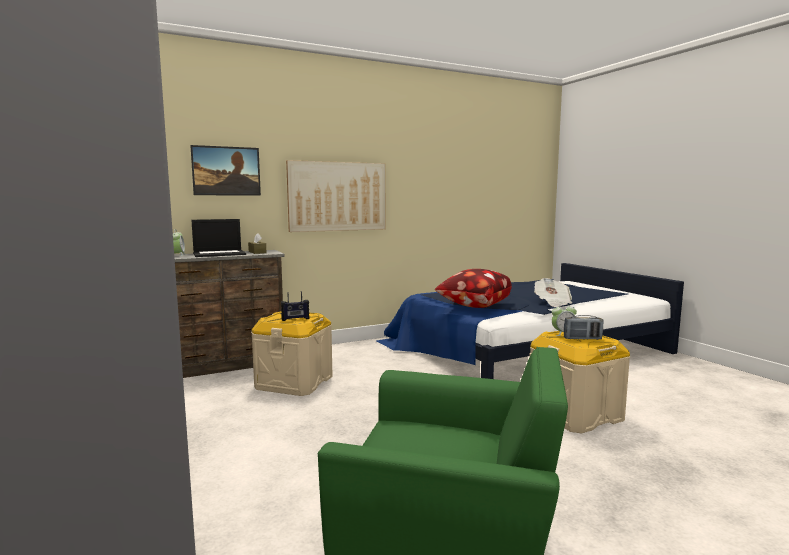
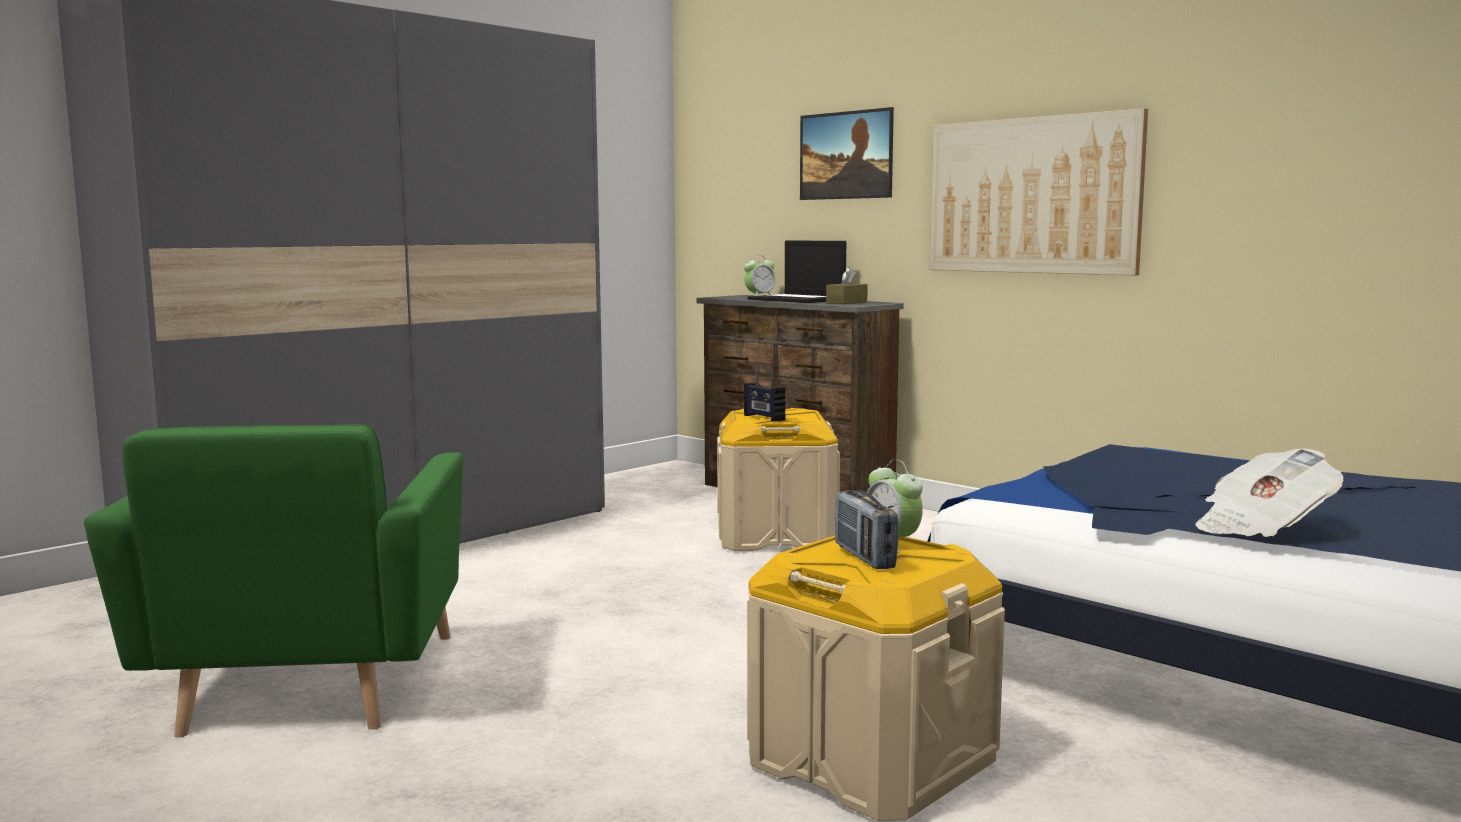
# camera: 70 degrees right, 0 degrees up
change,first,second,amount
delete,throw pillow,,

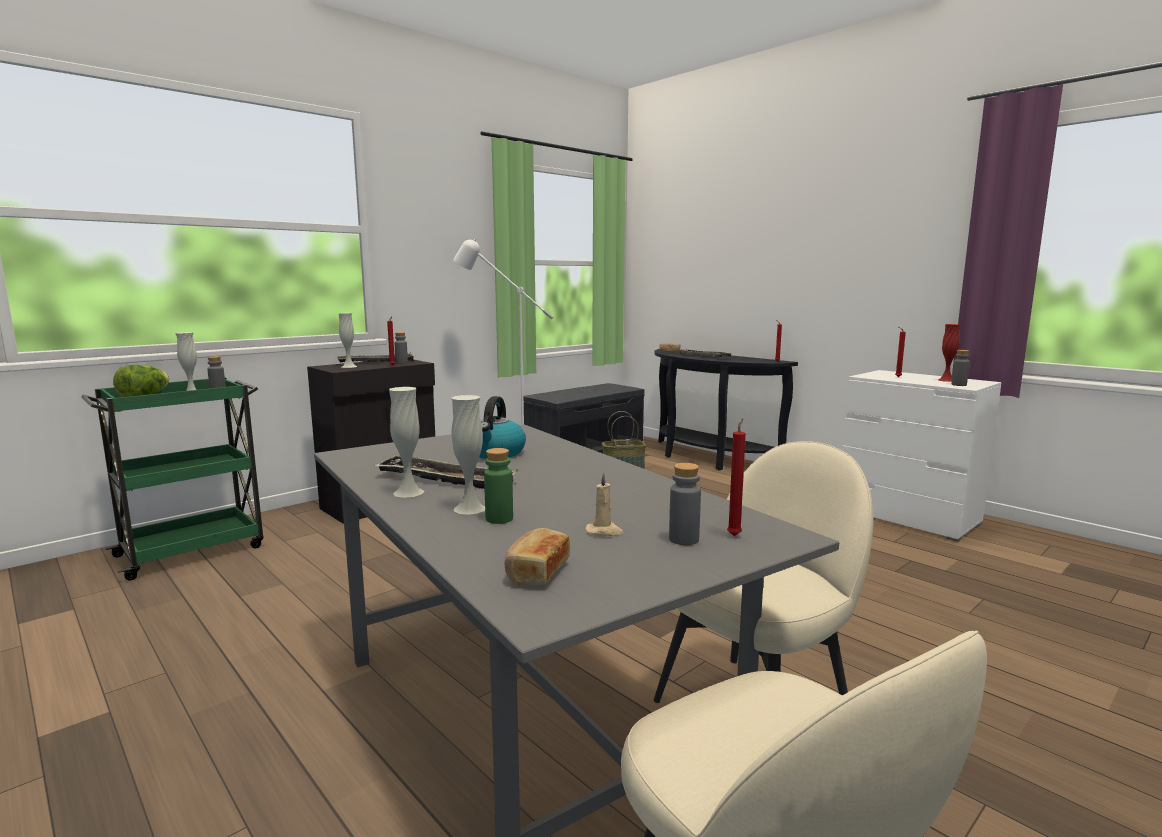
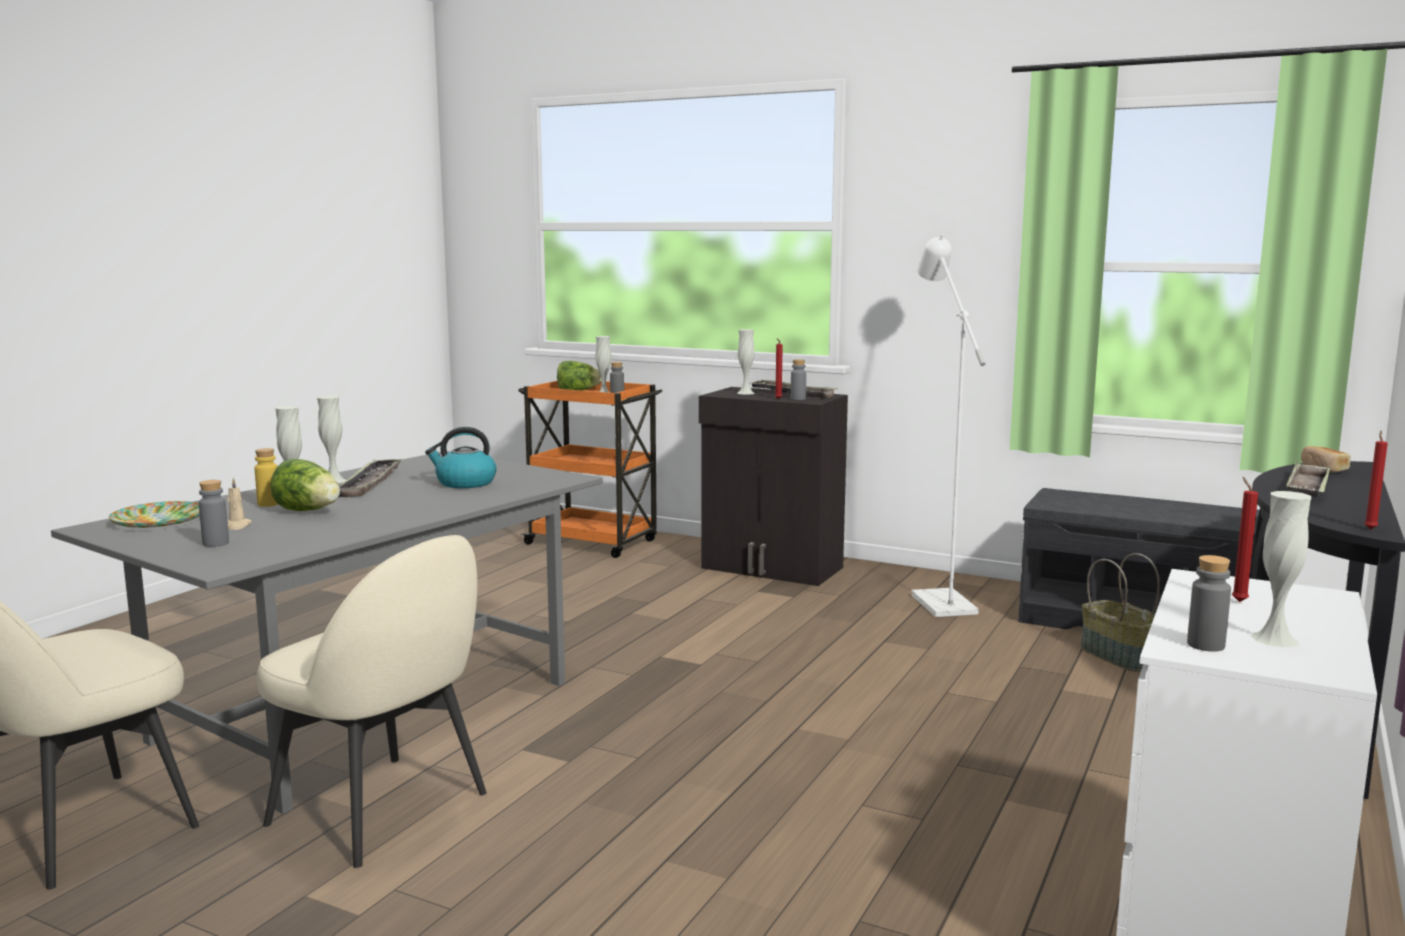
# camera: 70 degrees right, 0 degrees up
change,first,second,amount
replace,baked bread (1st from left),plate,
recolor,green-coloured drink bottle,yellowish drink bottle,
insert,,lettuce (1st from left),
recolor,green-coloured wheeled cart,orange wheeled cart,
recolor,red-coloured decorative vase,white decorative vase (5th from left),
delete,red-coloured candle (2nd from left),,

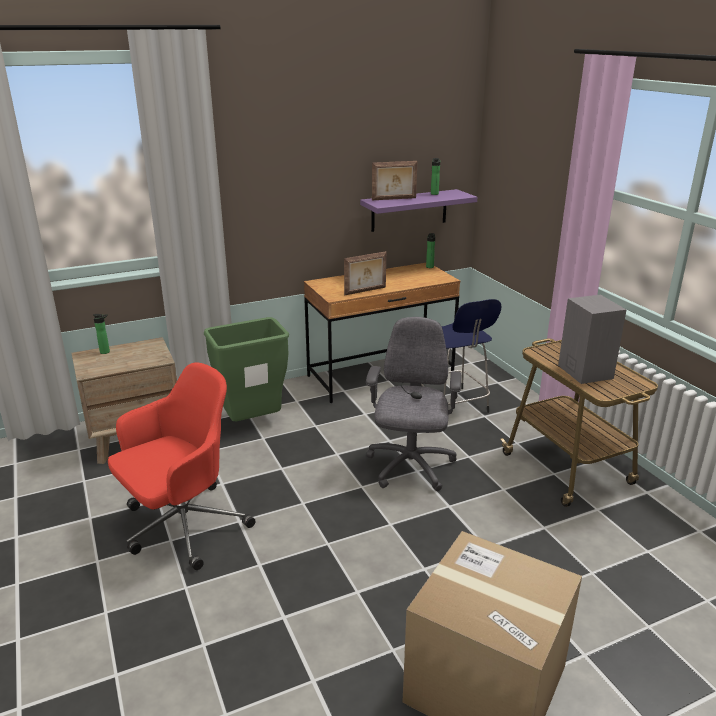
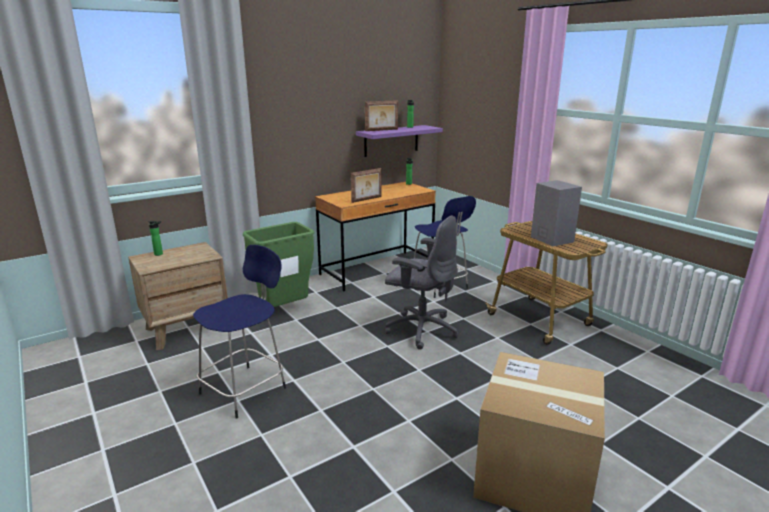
# camera: 10 degrees left, 5 degrees down
change,first,second,amount
replace,red-coloured office chair,blue-coloured sitting stool (1st from left),
rotate,gray office chair,,120 degrees clockwise

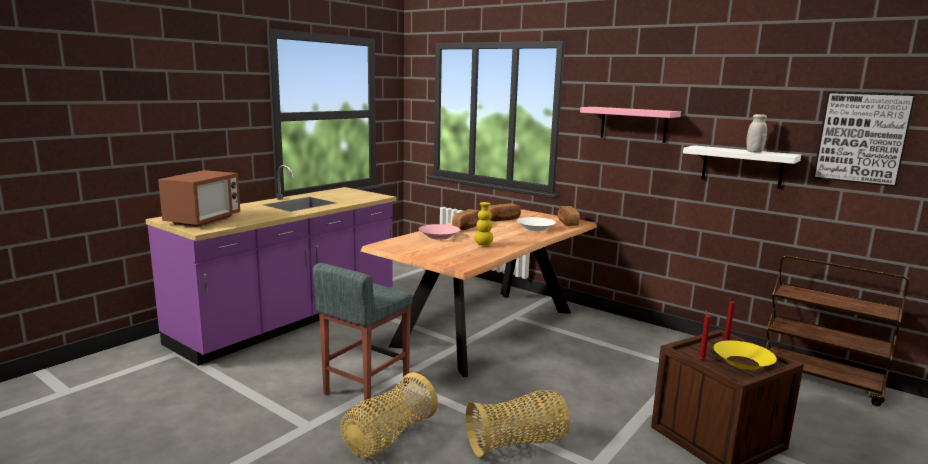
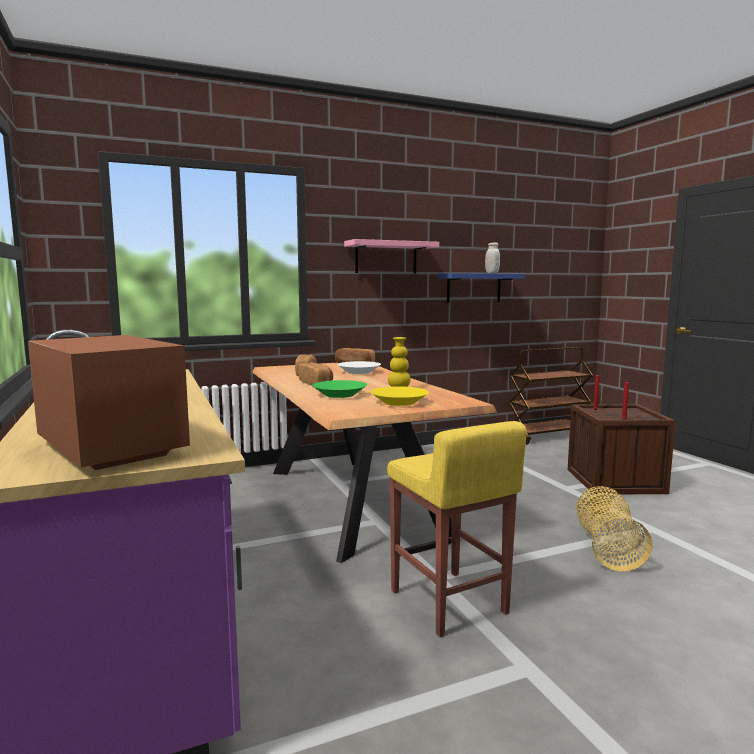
# camera: 60 degrees left, 5 degrees down
change,first,second,amount
recolor,pink serving bowl,green-coloured serving bowl,
move,yellowish serving bowl,,
recolor,gray sitting stool,yellowish sitting stool,
recolor,white shelf,blue-coloured shelf,
delete,basket (1st from left),,
delete,wall art,,

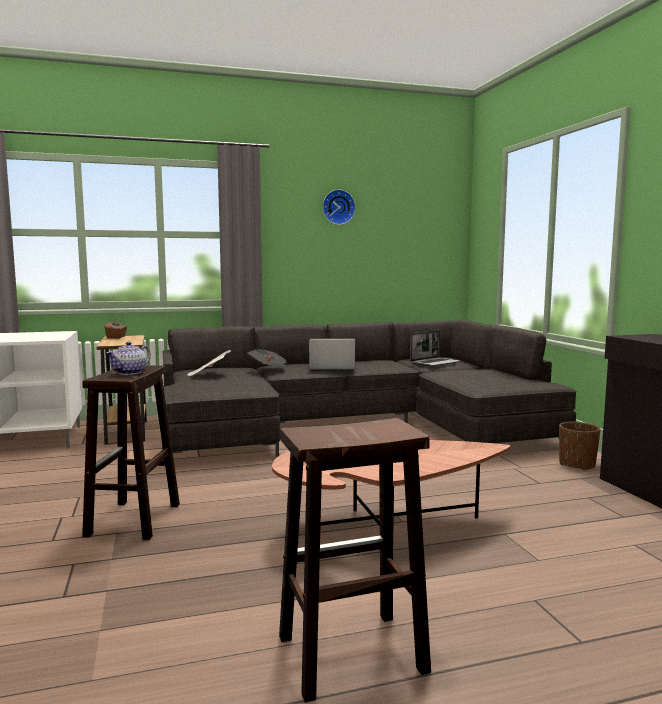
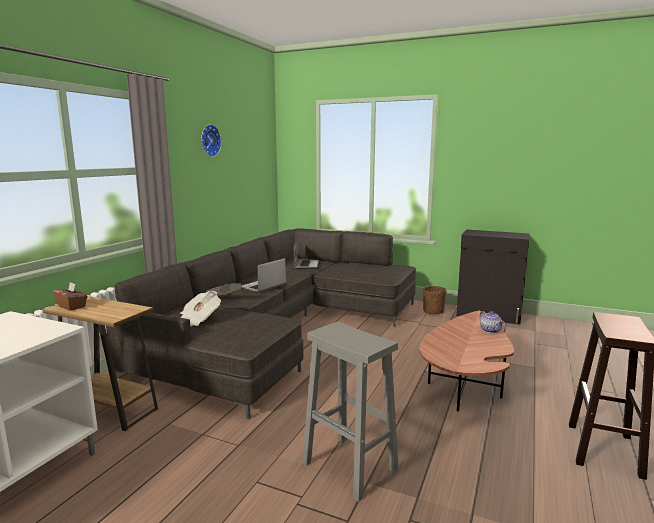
# camera: 50 degrees left, 5 degrees up
change,first,second,amount
recolor,brown sitting stool (1st from left),gray sitting stool,
move,pot for tea,,

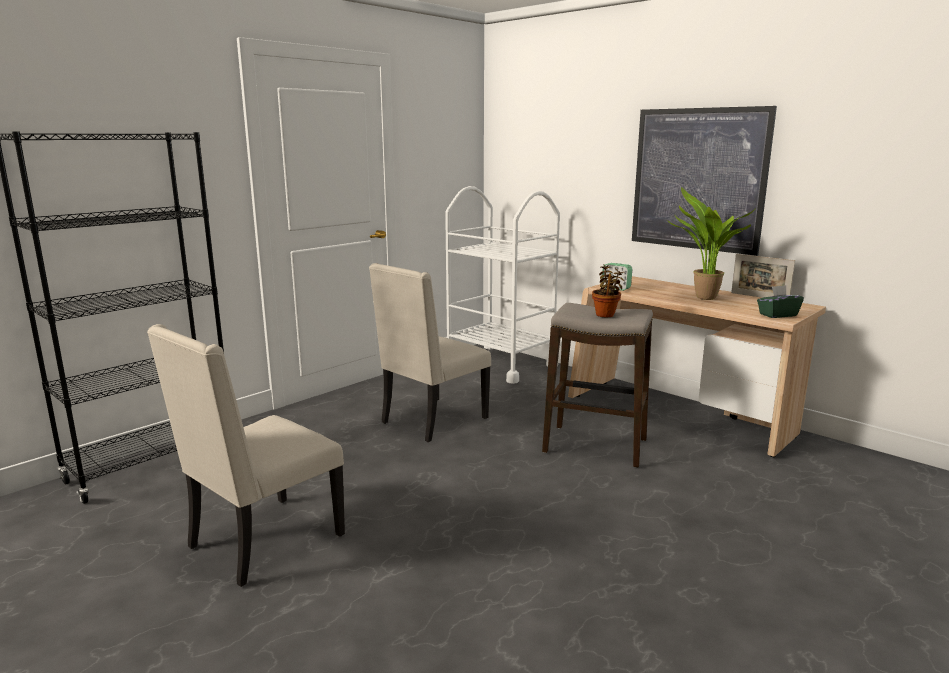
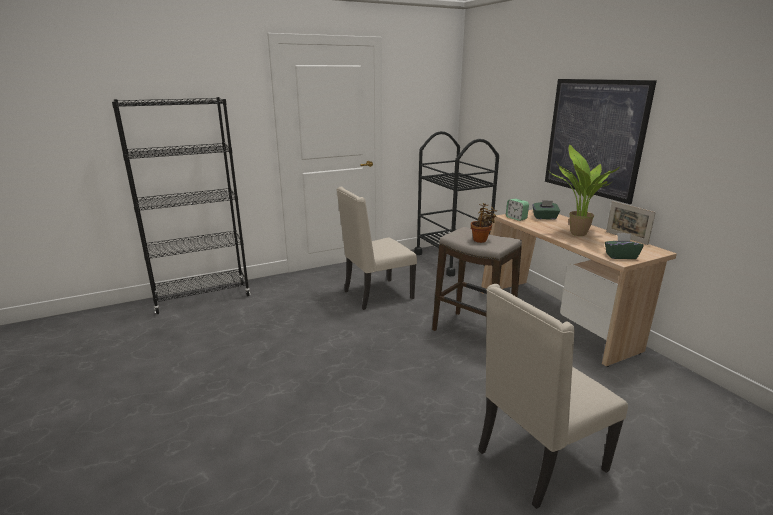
# camera: 20 degrees right, 5 degrees up
change,first,second,amount
recolor,white wheeled cart,black-coloured wheeled cart,
move,beige plain chair (1st from left in the first image),beige plain chair (2nd from left),
insert,,green-coloured tissue holder (1st from left),

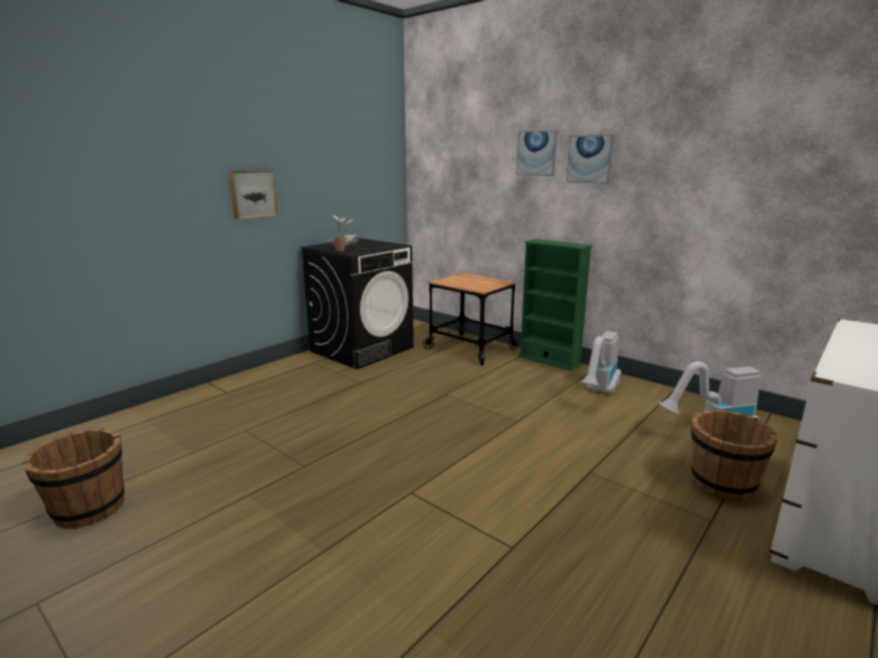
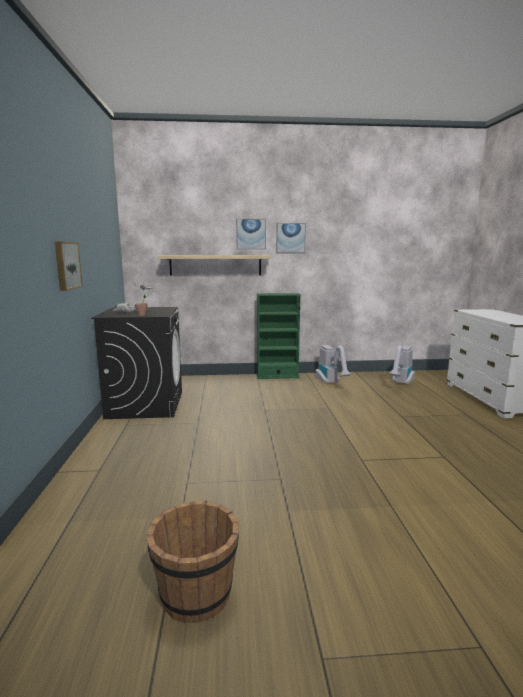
# camera: 45 degrees left, 5 degrees down
change,first,second,amount
insert,,shelf,
delete,wheeled cart,,
delete,brown bucket (2nd from left),,

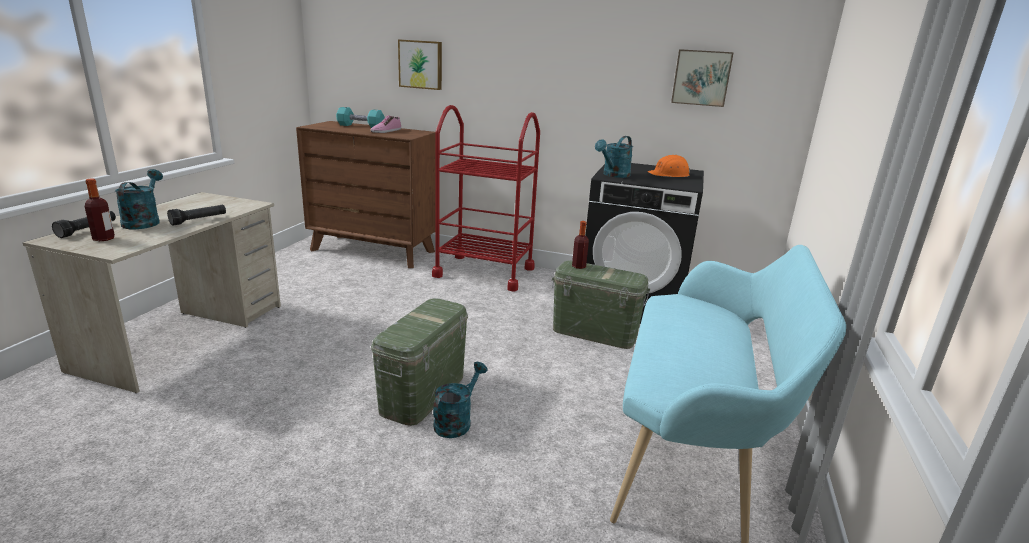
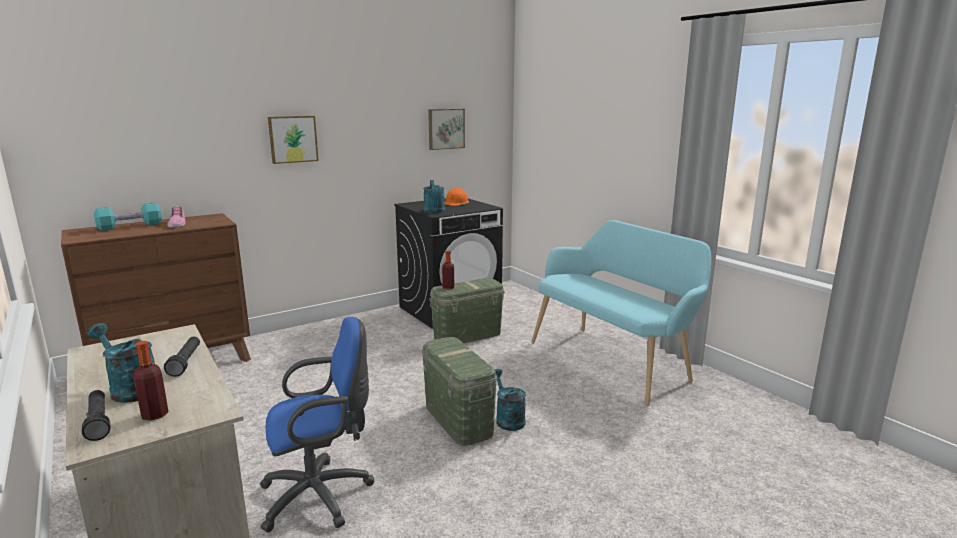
# camera: 50 degrees left, 5 degrees down
change,first,second,amount
insert,,blue-coloured office chair,
move,wall art (1st from left),,
delete,red-coloured wheeled cart,,

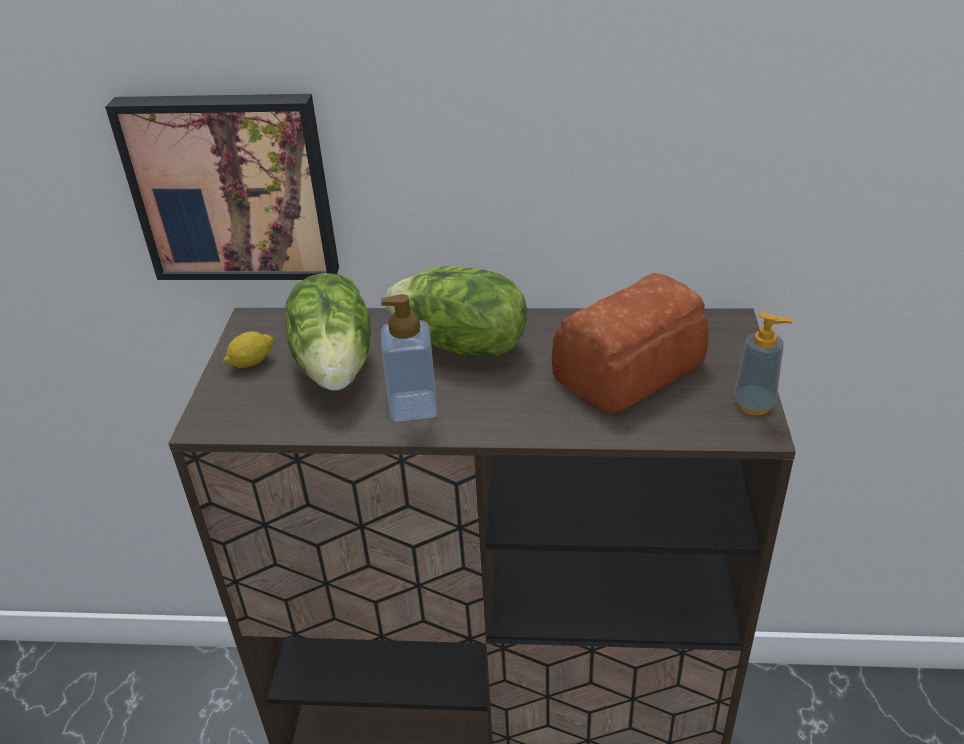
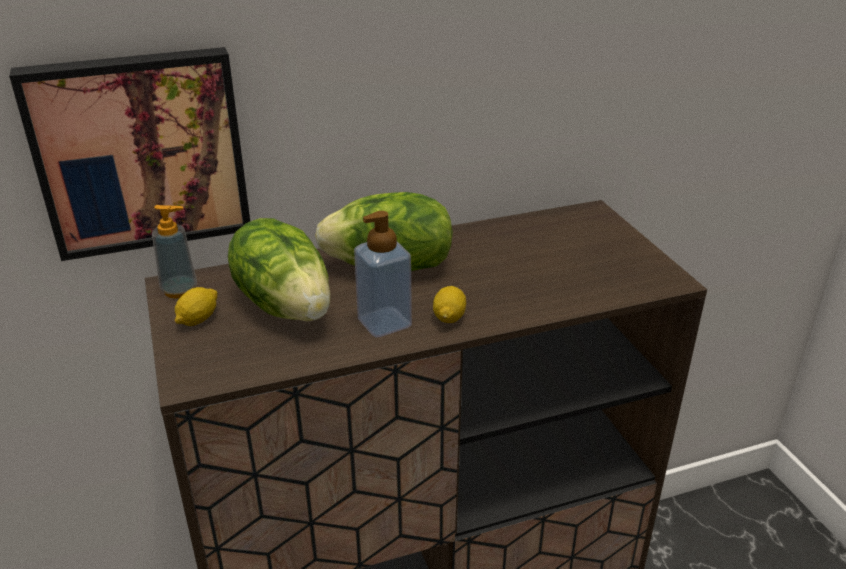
# camera: 25 degrees left, 5 degrees down
change,first,second,amount
move,soap bottle (2nd from left in the first image),soap bottle (1st from left),
insert,,lemon (2nd from left),
delete,baked bread,,

